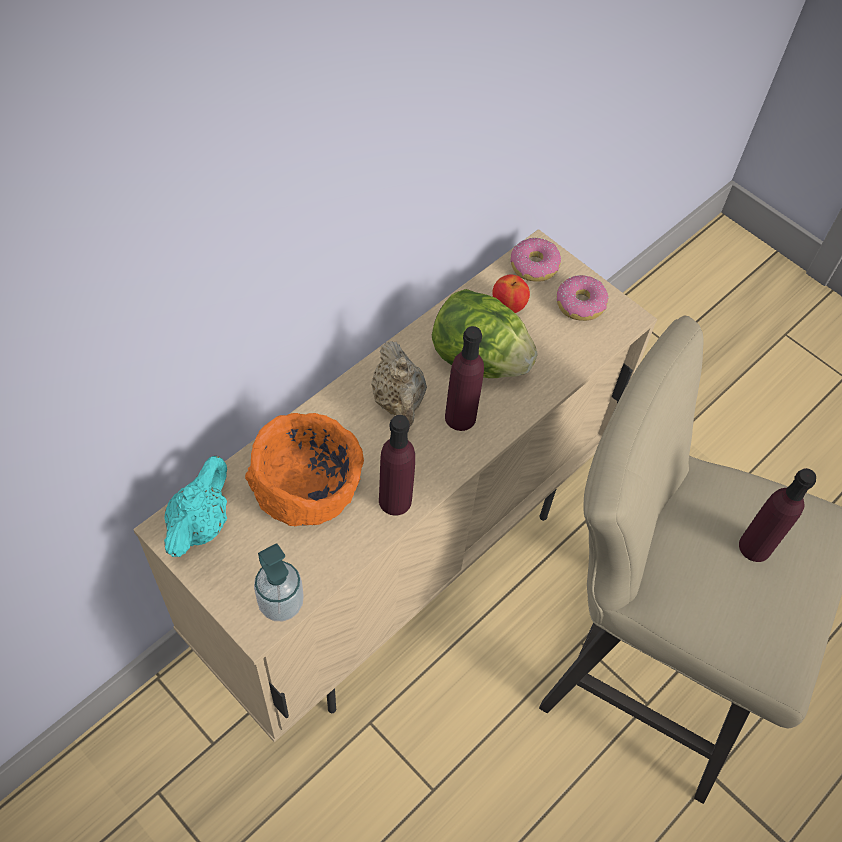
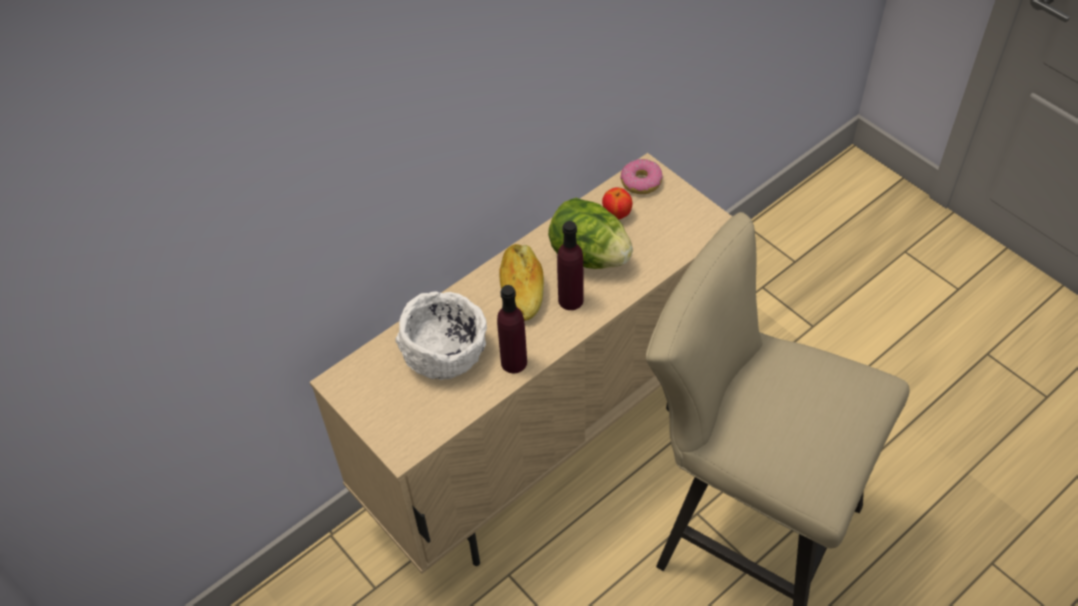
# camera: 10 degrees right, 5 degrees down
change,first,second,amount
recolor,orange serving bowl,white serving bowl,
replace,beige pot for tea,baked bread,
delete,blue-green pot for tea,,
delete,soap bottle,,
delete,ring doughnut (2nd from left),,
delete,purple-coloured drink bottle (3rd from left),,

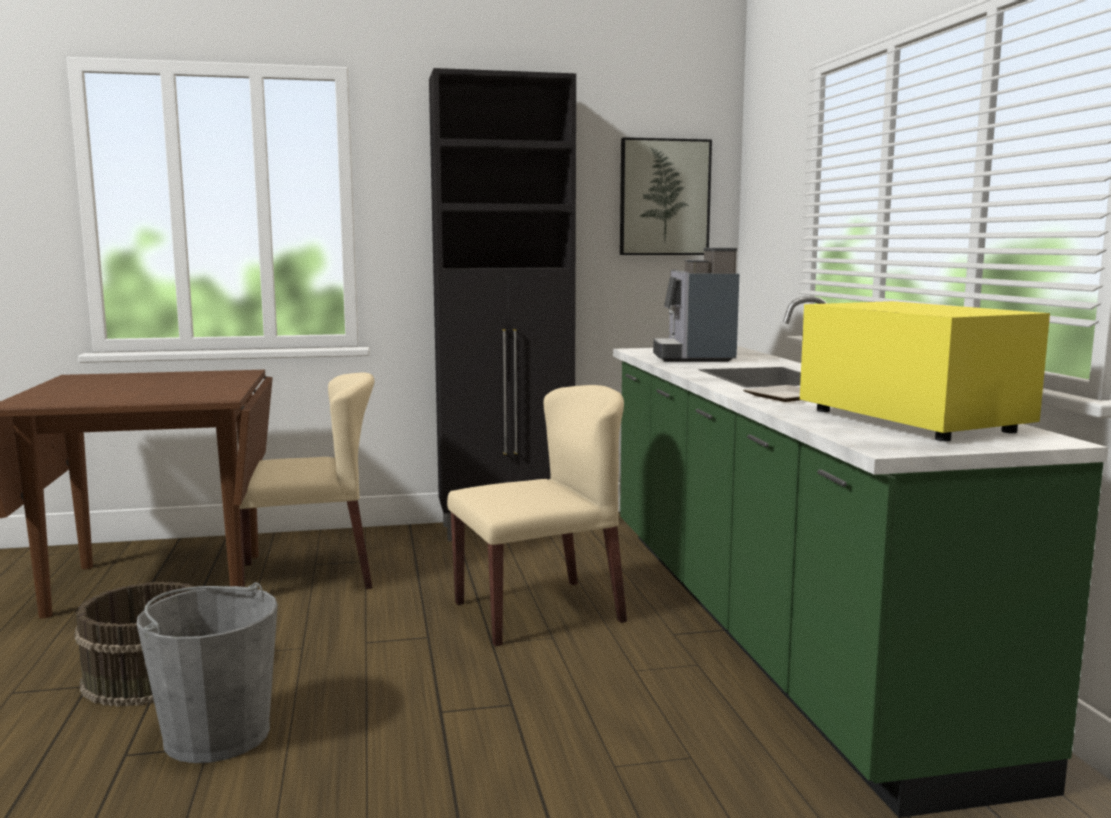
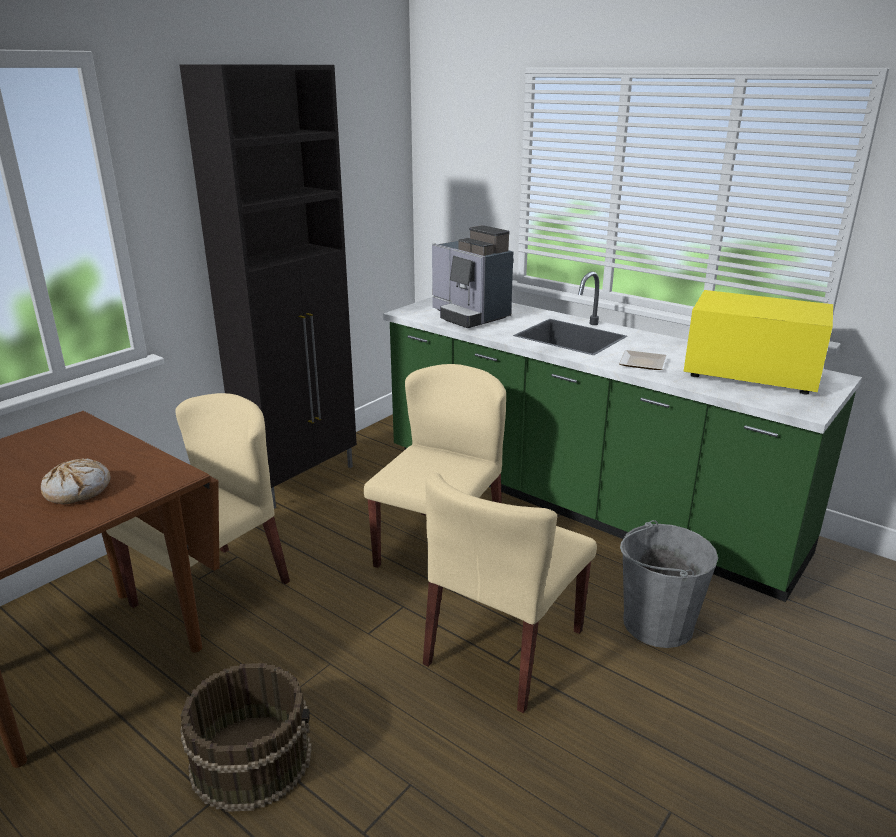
# camera: 40 degrees left, 15 degrees up
change,first,second,amount
insert,,baked bread,
insert,,beige plain chair (3rd from left),
move,gray bucket,,
delete,wall art,,

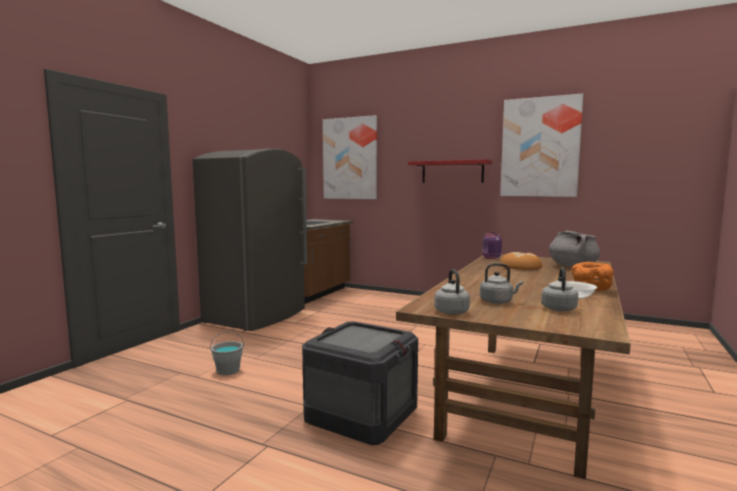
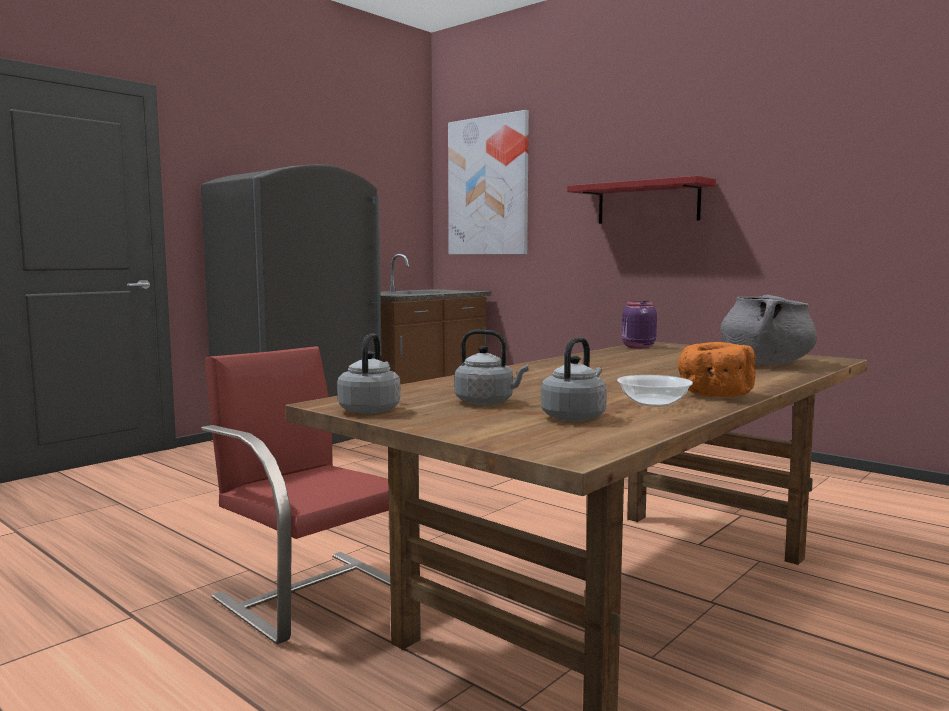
# camera: 15 degrees right, 0 degrees up
change,first,second,amount
replace,crate,red-coloured plain chair,
delete,gray bucket,,
delete,wall art (2nd from left),,
delete,baked bread,,

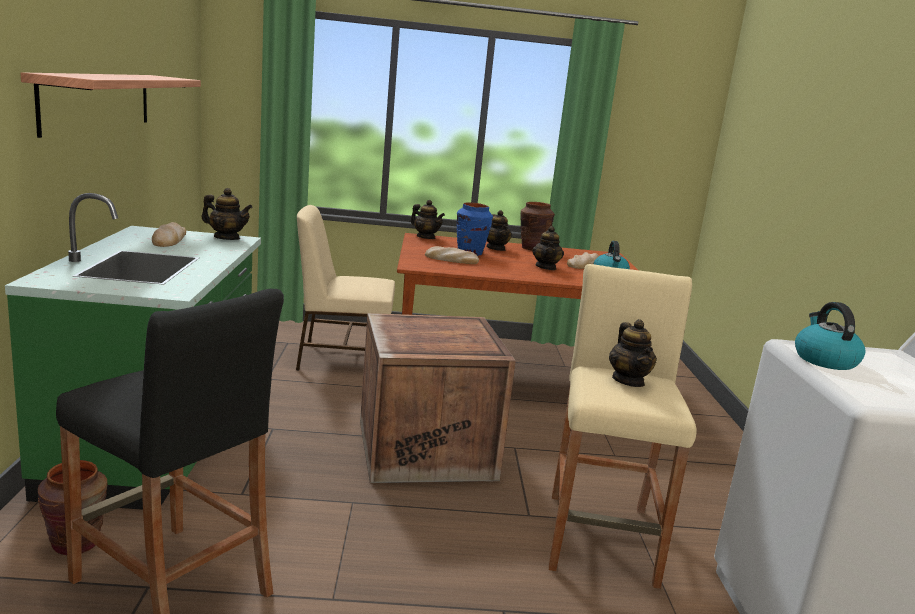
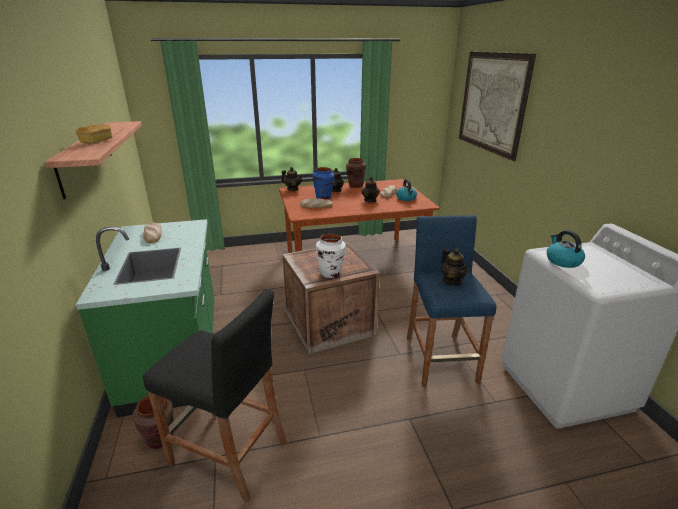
# camera: 10 degrees left, 10 degrees up
change,first,second,amount
insert,,baked bread (1st from left),
insert,,white decorative vase,
recolor,beige sitting stool,blue-coloured sitting stool,
insert,,wall art,
delete,pot for tea (1st from left),,
delete,beige plain chair,,

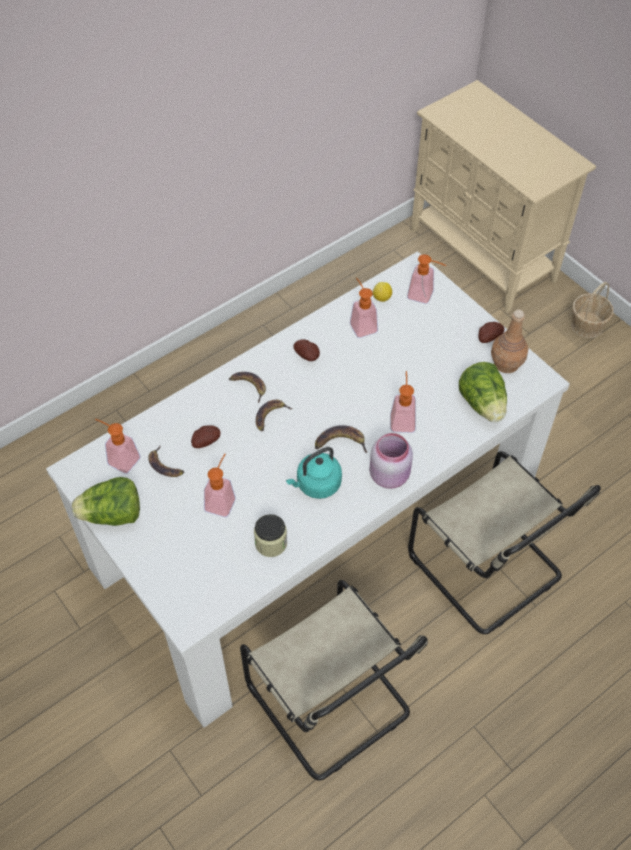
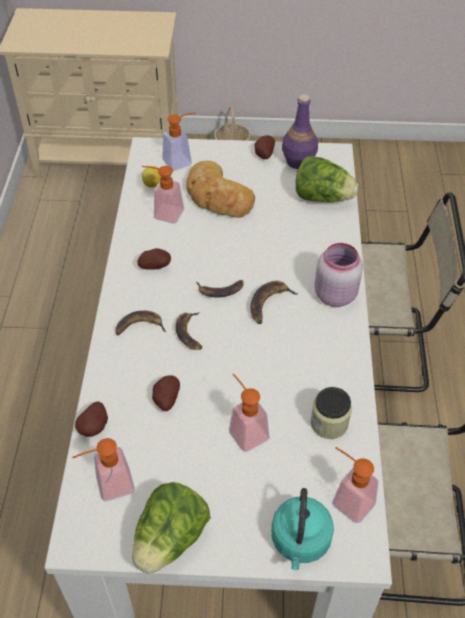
# camera: 50 degrees left, 5 degrees down
change,first,second,amount
insert,,spud (1st from left),
insert,,baked bread,
move,banana fruit (1st from left in the first image),banana fruit (3rd from left),
move,blue-green kettle,,
recolor,brown drink bottle,purple-coloured drink bottle,
move,soap bottle (4th from left in the first image),soap bottle (5th from left),

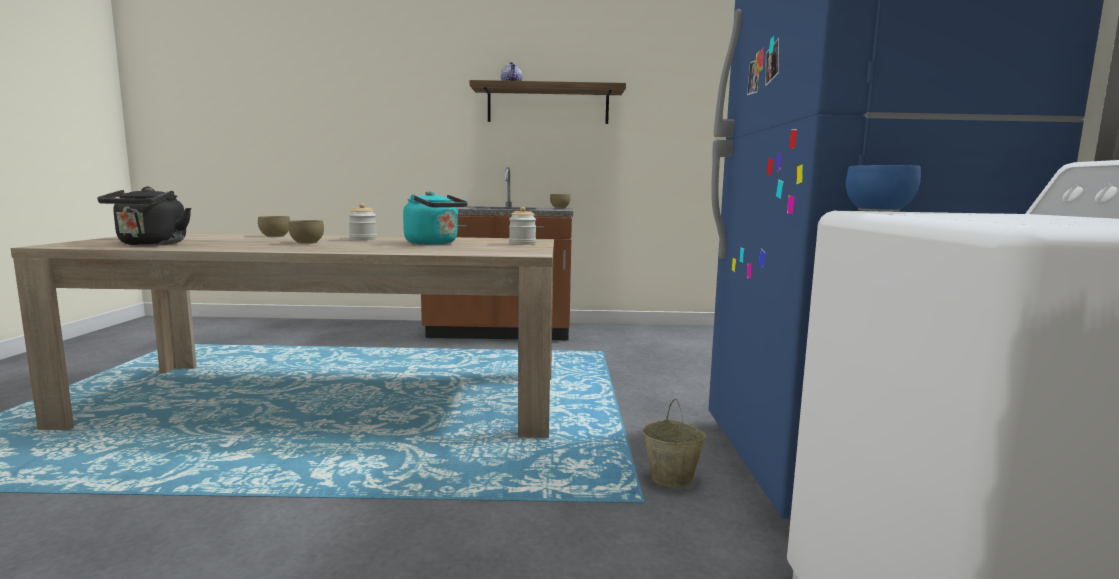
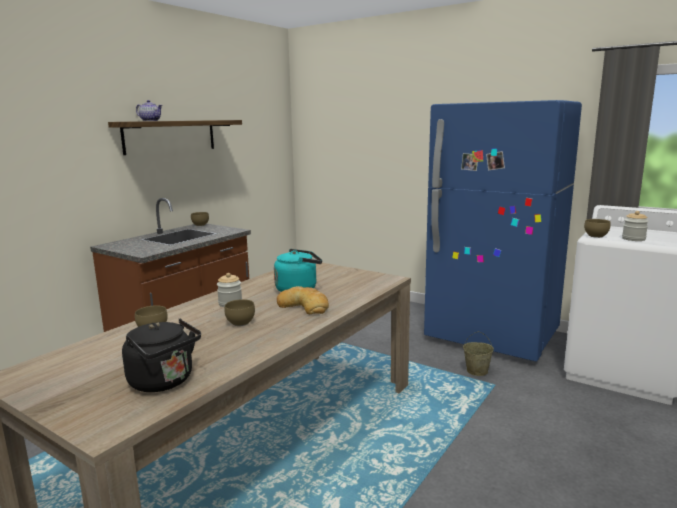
# camera: 55 degrees left, 5 degrees up
change,first,second,amount
insert,,baked bread,
recolor,blue-coloured serving bowl,brown serving bowl (4th from left),
move,storage jar (2nd from left),,

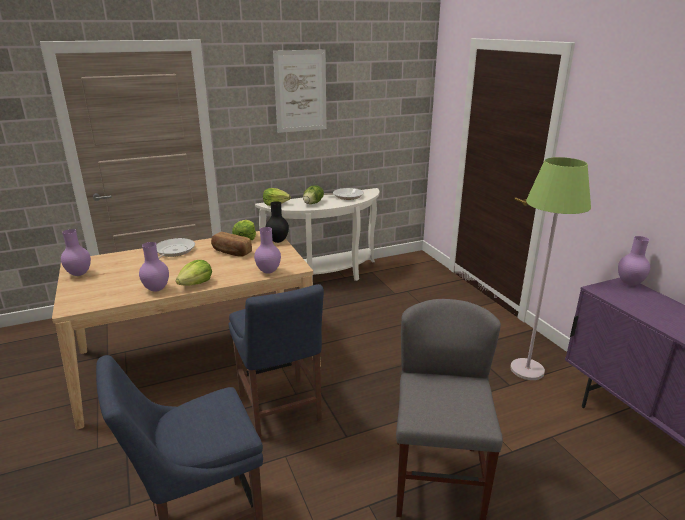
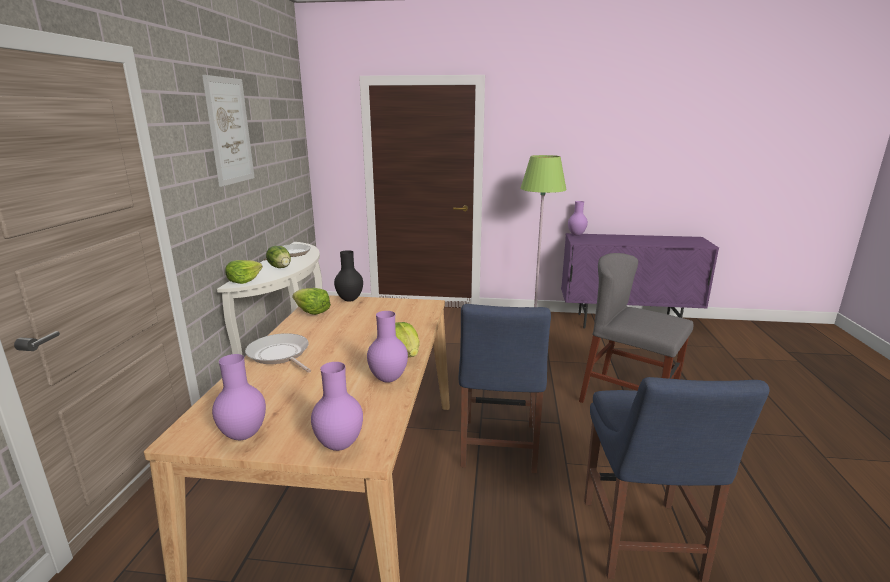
# camera: 60 degrees left, 5 degrees down
change,first,second,amount
move,purple-coloured decorative vase (3rd from left in the first image),purple-coloured decorative vase (2nd from left),
rotate,blue-coloured plain chair (2nd from left in the first image),blue-coloured plain chair (1st from left),90 degrees clockwise
delete,baked bread,,

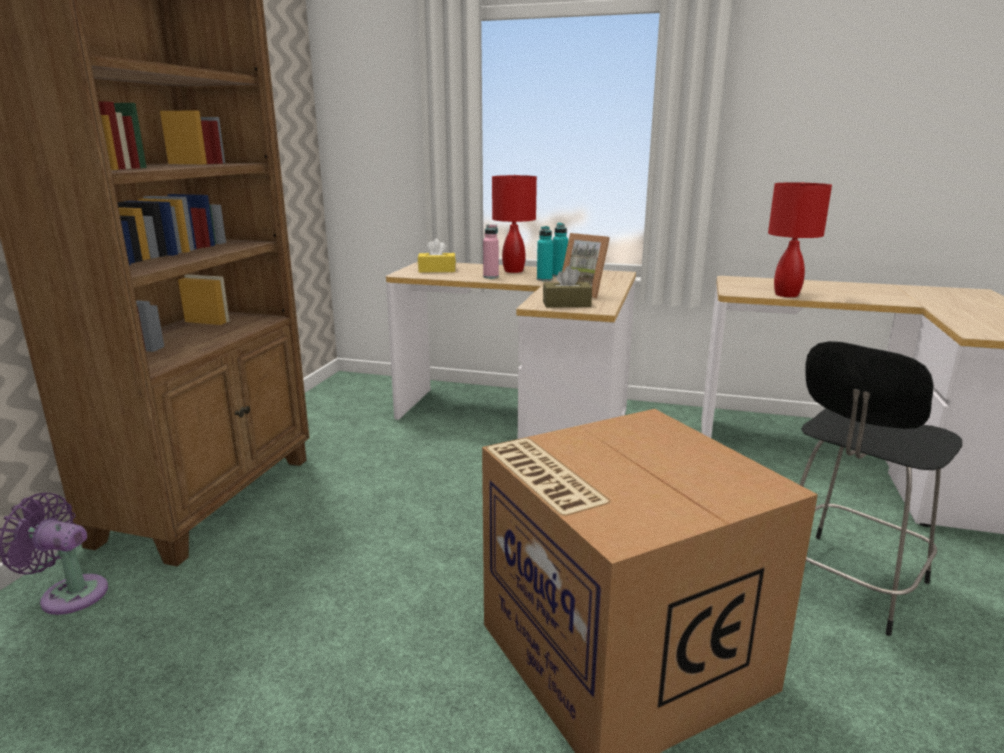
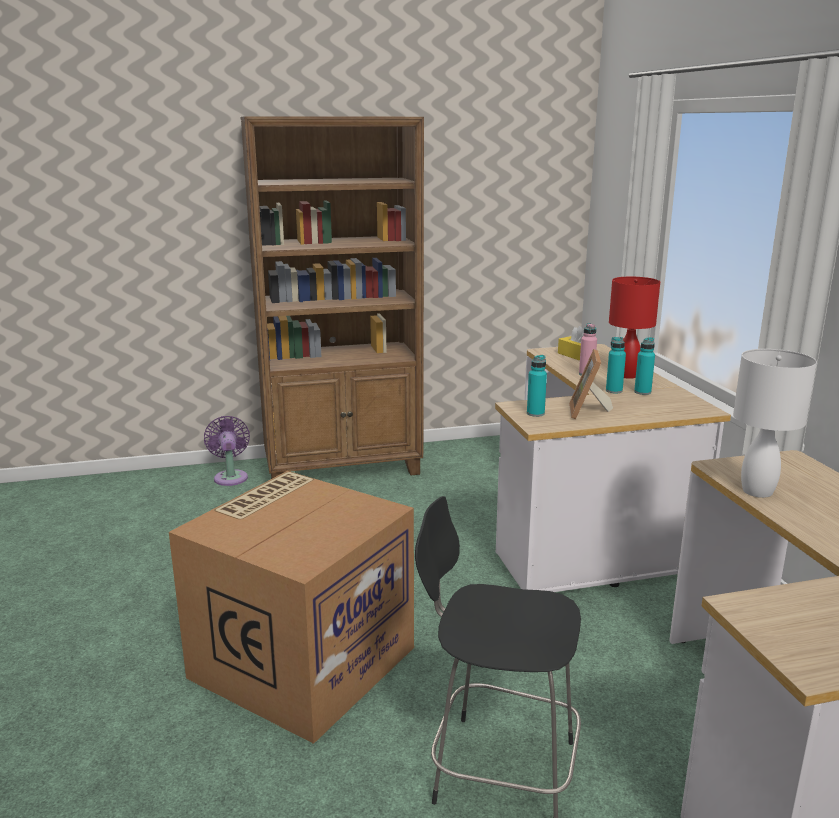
# camera: 60 degrees right, 0 degrees up
change,first,second,amount
replace,brown tissue holder,blue-green drink bottle (1st from left),
recolor,red-coloured tabletop lamp (2nd from left),white tabletop lamp,

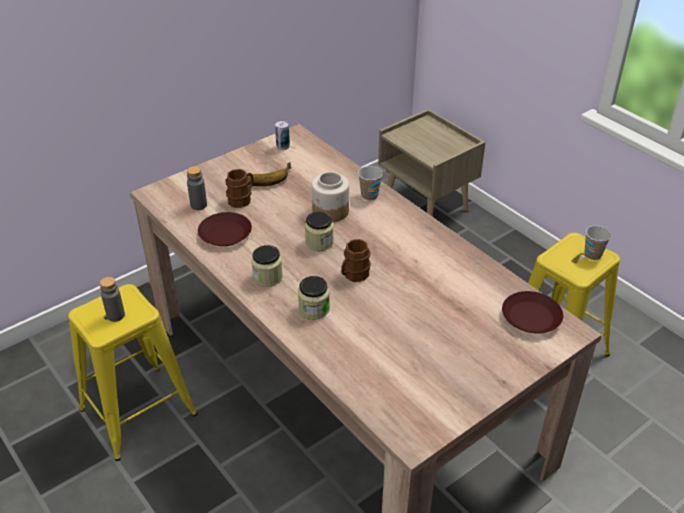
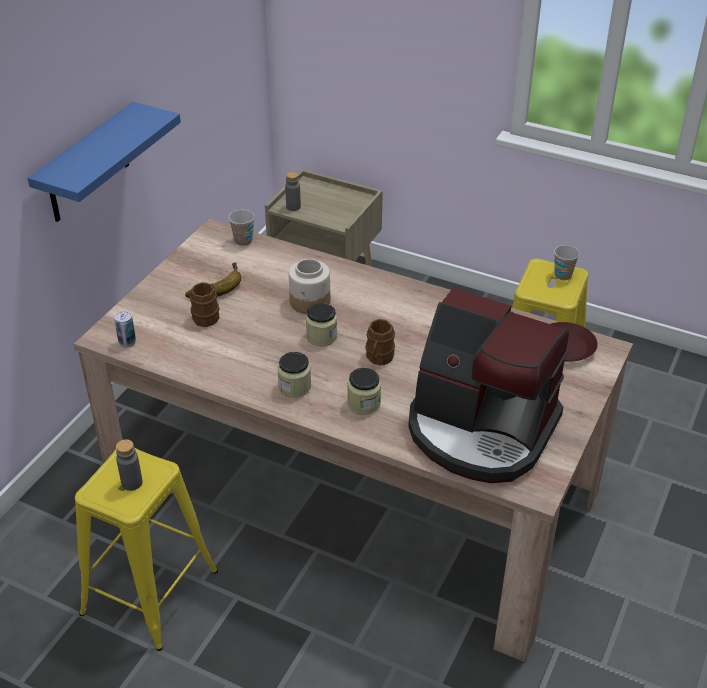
# camera: 25 degrees left, 0 degrees up
change,first,second,amount
insert,,blue-coloured shelf,
move,sealed can,,
move,small cup (1st from left),,
move,gray drink bottle (2nd from left),,
insert,,coffee maker,
delete,brown plate (1st from left),,

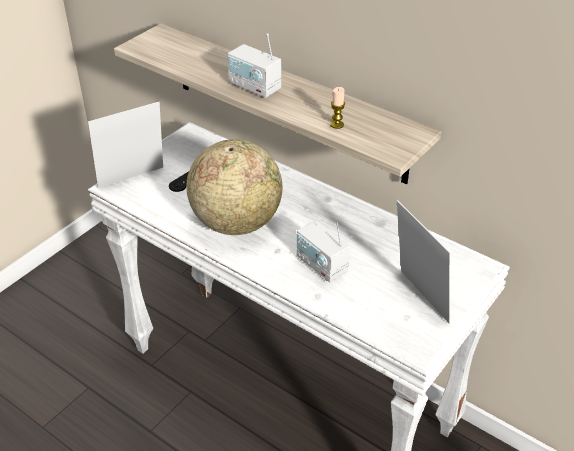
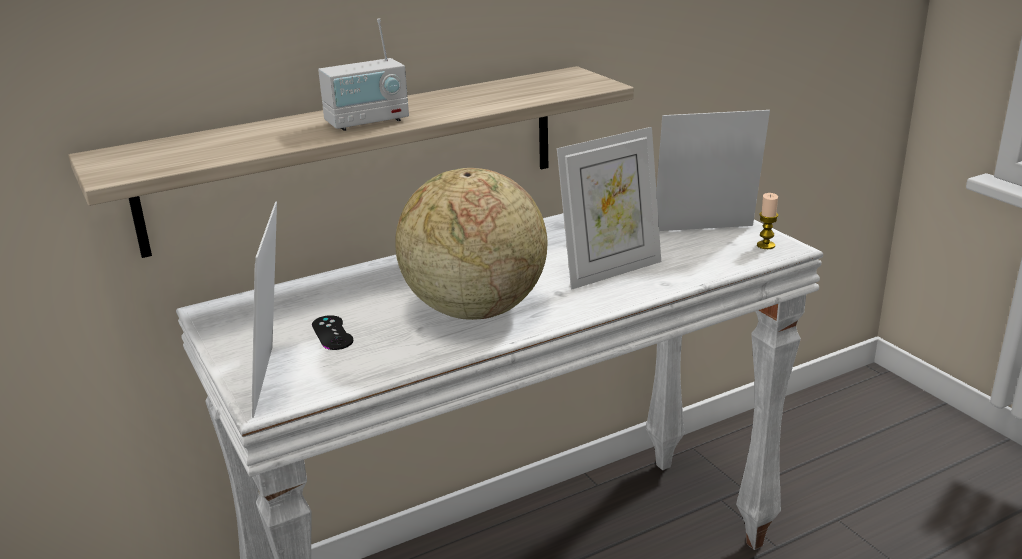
# camera: 65 degrees left, 15 degrees down
change,first,second,amount
replace,radio (2nd from left),photo frame (2nd from left),
move,candle,,

